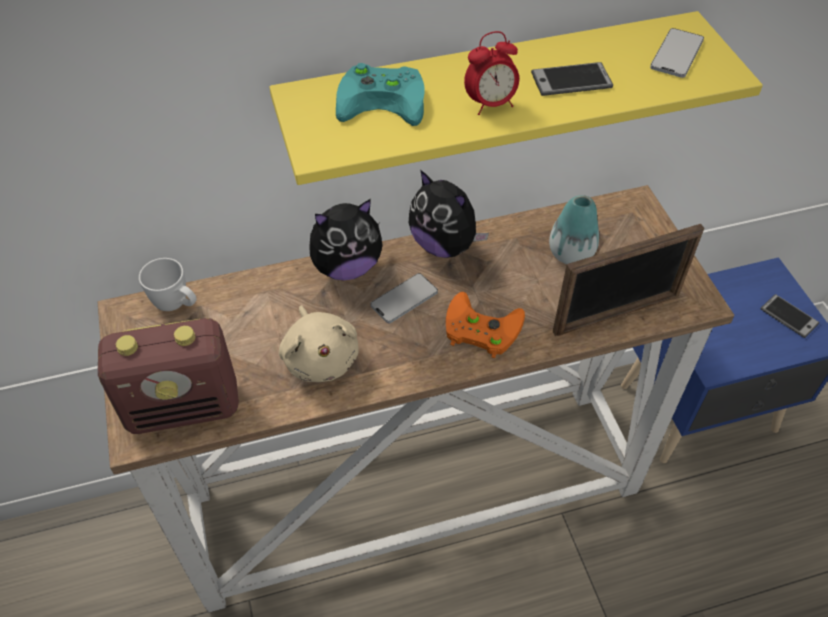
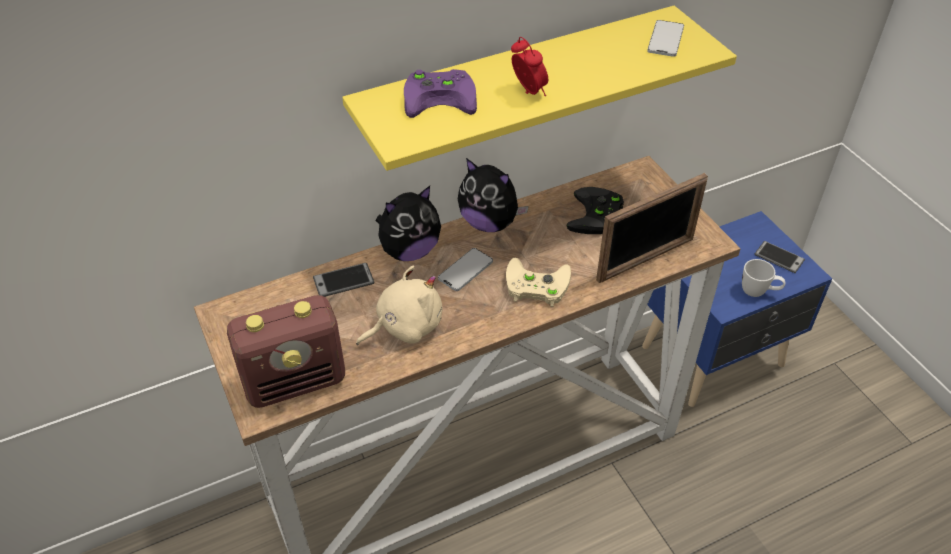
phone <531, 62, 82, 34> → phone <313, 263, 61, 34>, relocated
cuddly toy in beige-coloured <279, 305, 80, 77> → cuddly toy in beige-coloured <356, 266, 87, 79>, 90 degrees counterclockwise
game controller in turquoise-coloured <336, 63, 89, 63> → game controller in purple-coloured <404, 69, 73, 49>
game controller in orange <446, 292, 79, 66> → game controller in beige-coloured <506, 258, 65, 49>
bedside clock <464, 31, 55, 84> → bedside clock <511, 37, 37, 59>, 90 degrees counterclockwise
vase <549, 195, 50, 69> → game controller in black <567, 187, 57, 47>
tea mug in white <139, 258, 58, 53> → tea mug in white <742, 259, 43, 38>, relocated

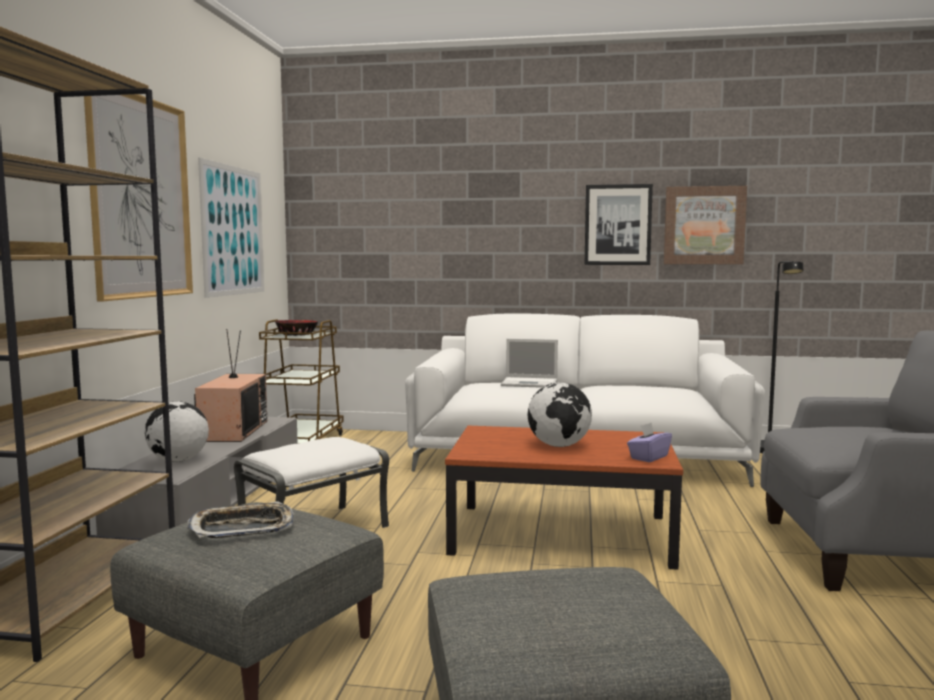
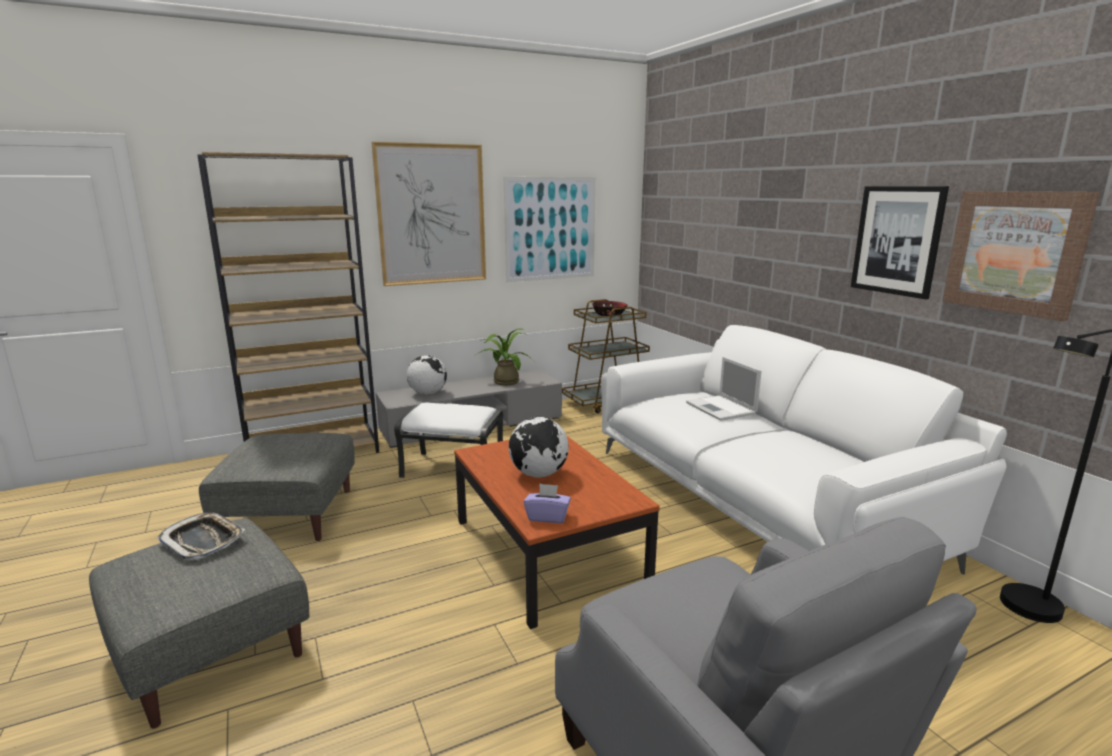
serving tray <186, 501, 108, 37> → serving tray <157, 512, 88, 48>, relocated
television <194, 329, 73, 113> → houseplant <474, 328, 62, 58>

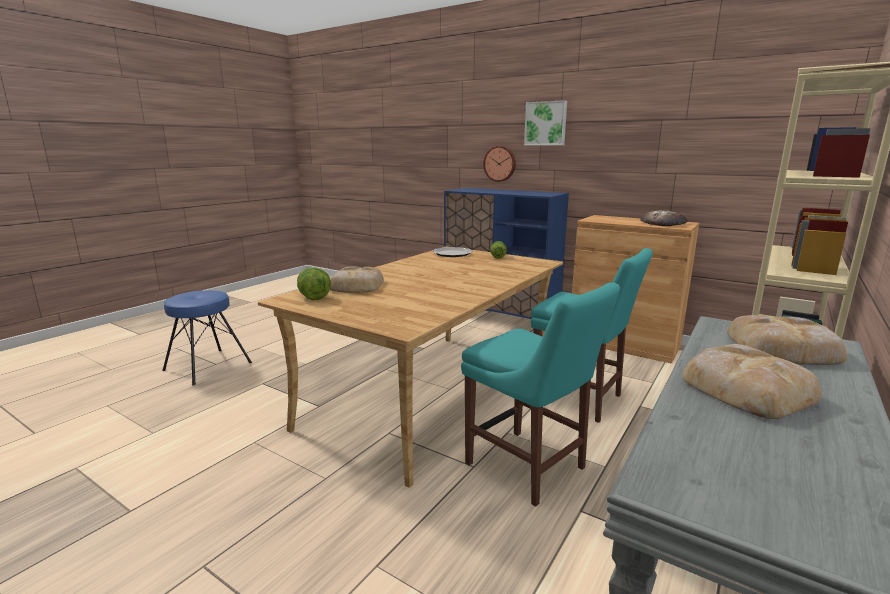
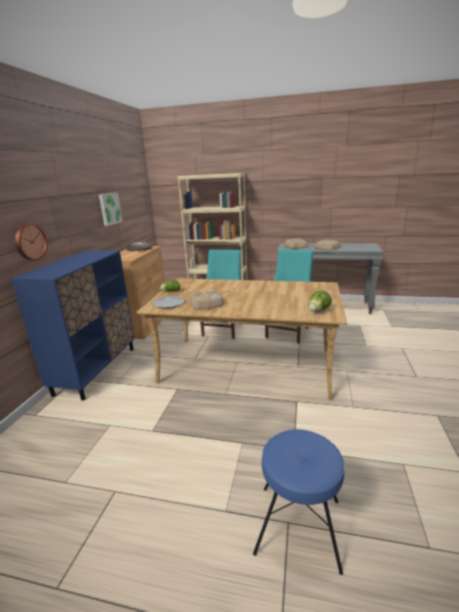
wall picture <524, 100, 43, 45> → wall picture <99, 193, 24, 33>, relocated
baked bread <330, 267, 54, 26> → baked bread <189, 291, 35, 19>, relocated

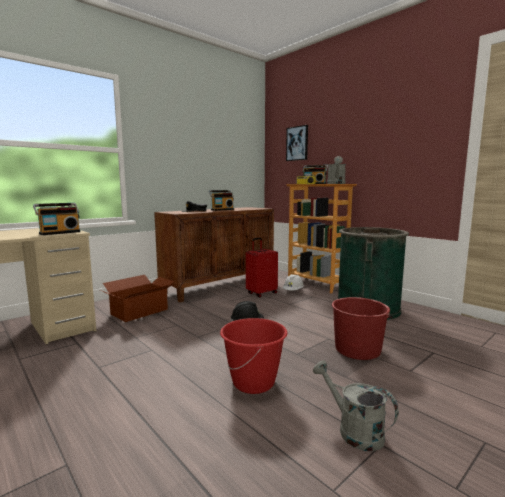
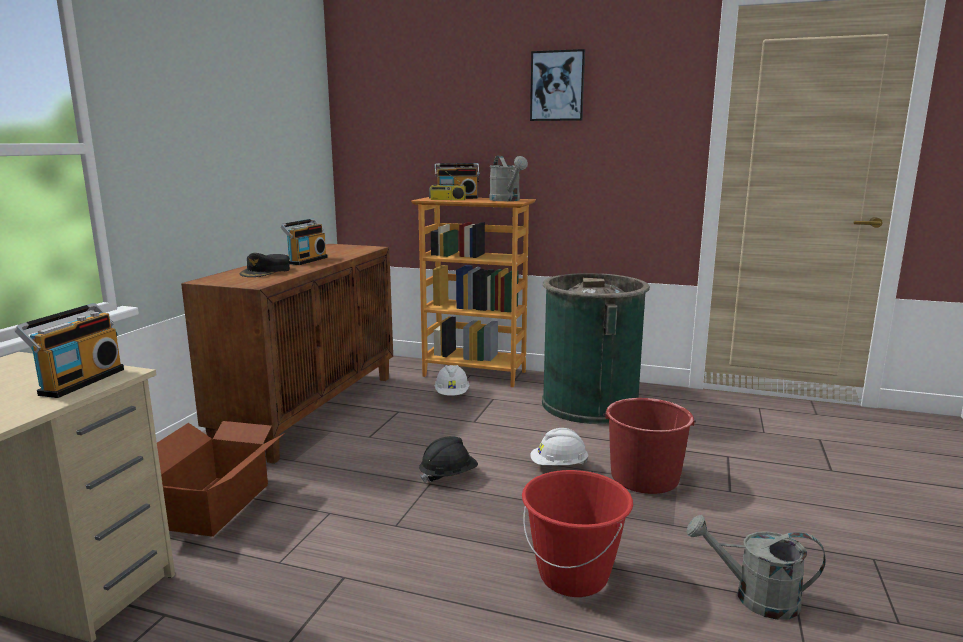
wall picture <286, 125, 22, 36> → wall picture <530, 49, 55, 72>, relocated
- → work helmet in white <530, 428, 58, 37>
piece of luggage in reddish <246, 238, 32, 59> → -

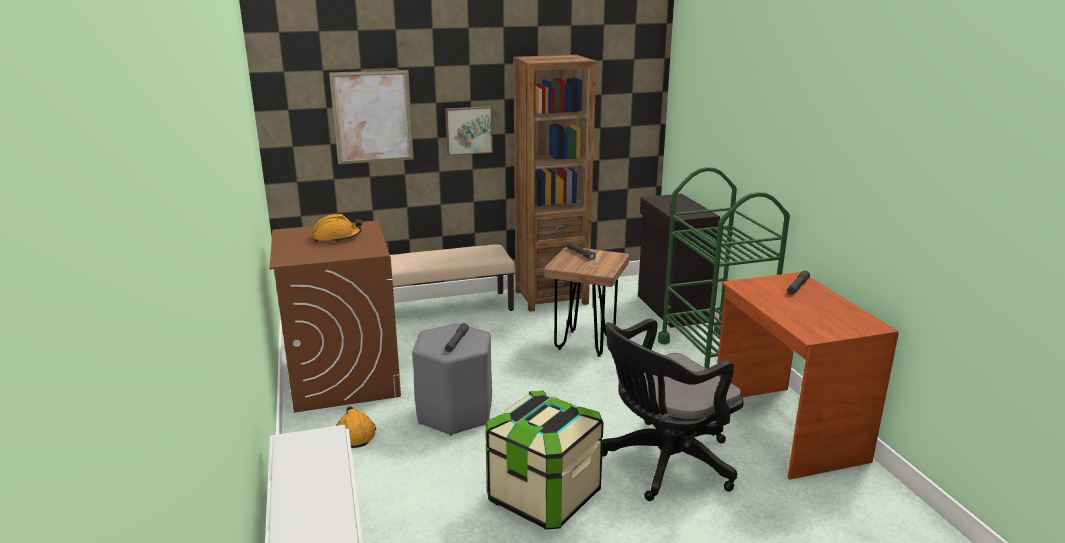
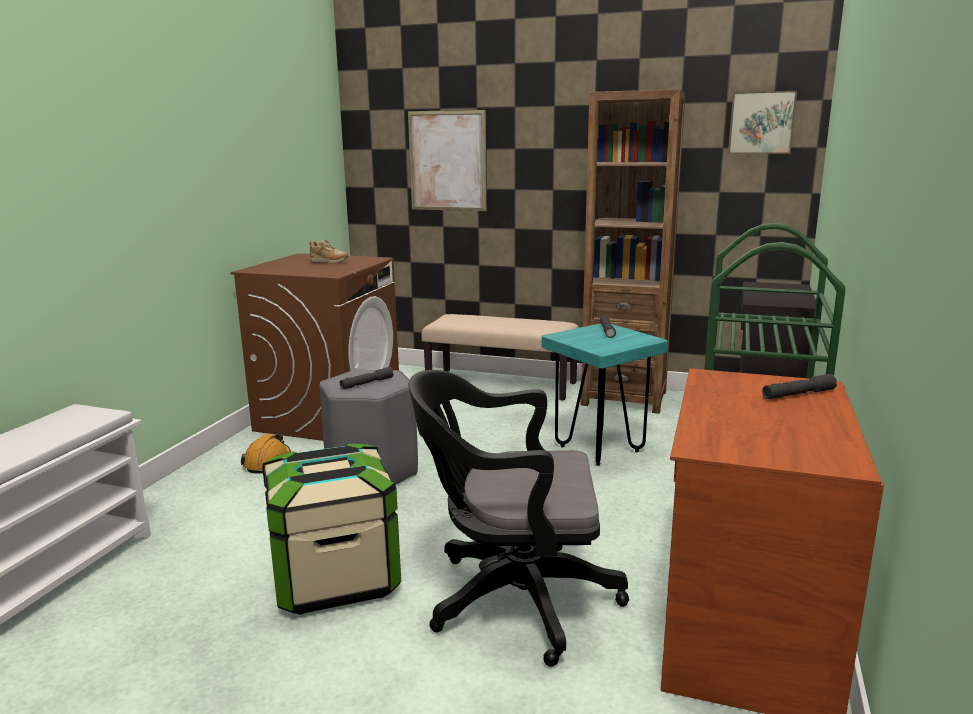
work helmet in orange <312, 214, 50, 29> → low shoe in beige-coloured <309, 240, 39, 23>
stool in brown-coloured <544, 247, 85, 110> → stool in turquoise-coloured <542, 323, 126, 143>
wall picture <445, 106, 48, 50> → wall picture <728, 91, 69, 63>, relocated

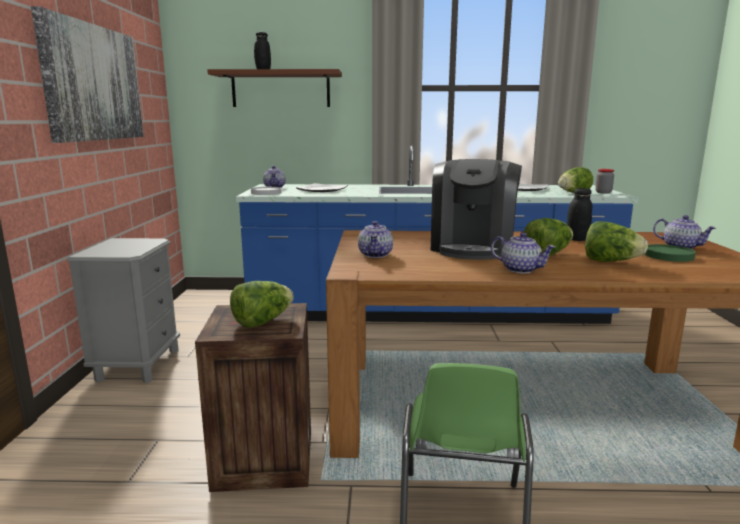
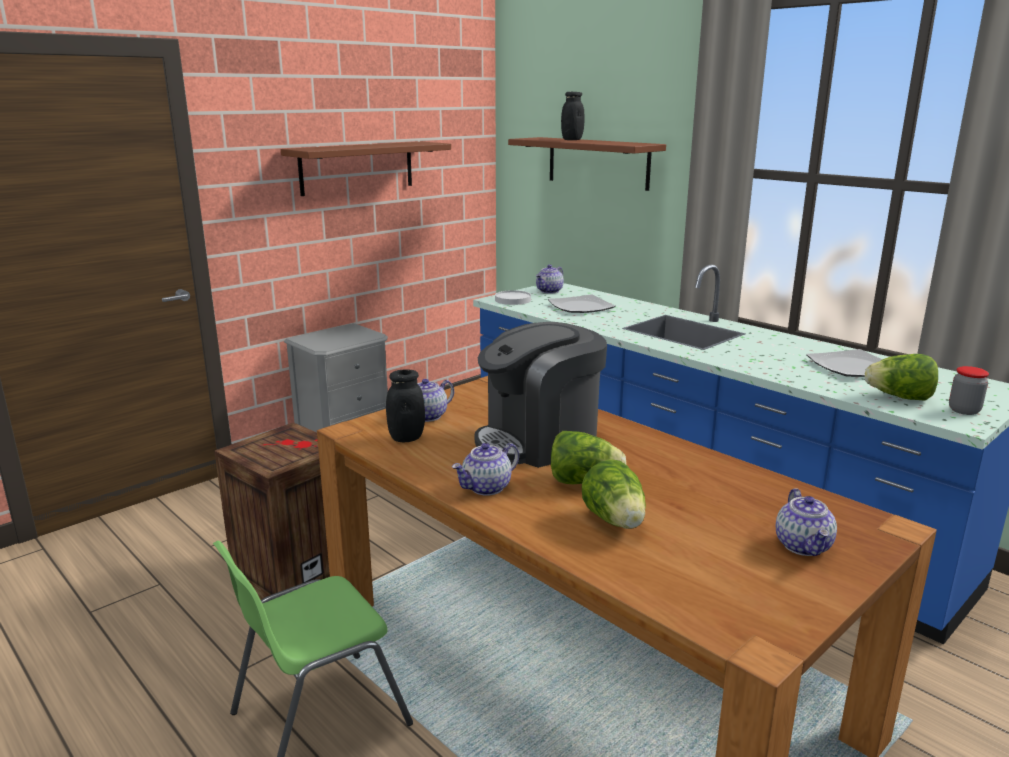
wall picture <31, 6, 113, 137> → shelf in brown-coloured <281, 142, 170, 54>
preserve jar in black <567, 188, 25, 53> → preserve jar in black <386, 369, 39, 73>, relocated
pot for tea <491, 232, 65, 41> → pot for tea <452, 443, 67, 53>, 60 degrees clockwise
lettuce <230, 281, 64, 46> → -
dinner plate in green-coloured <645, 244, 51, 18> → -

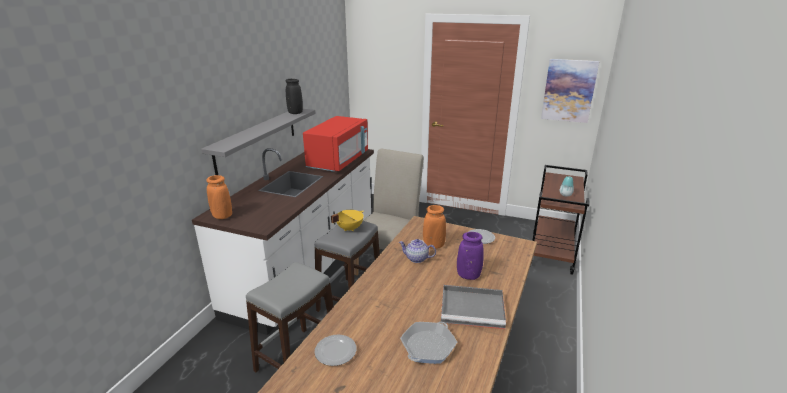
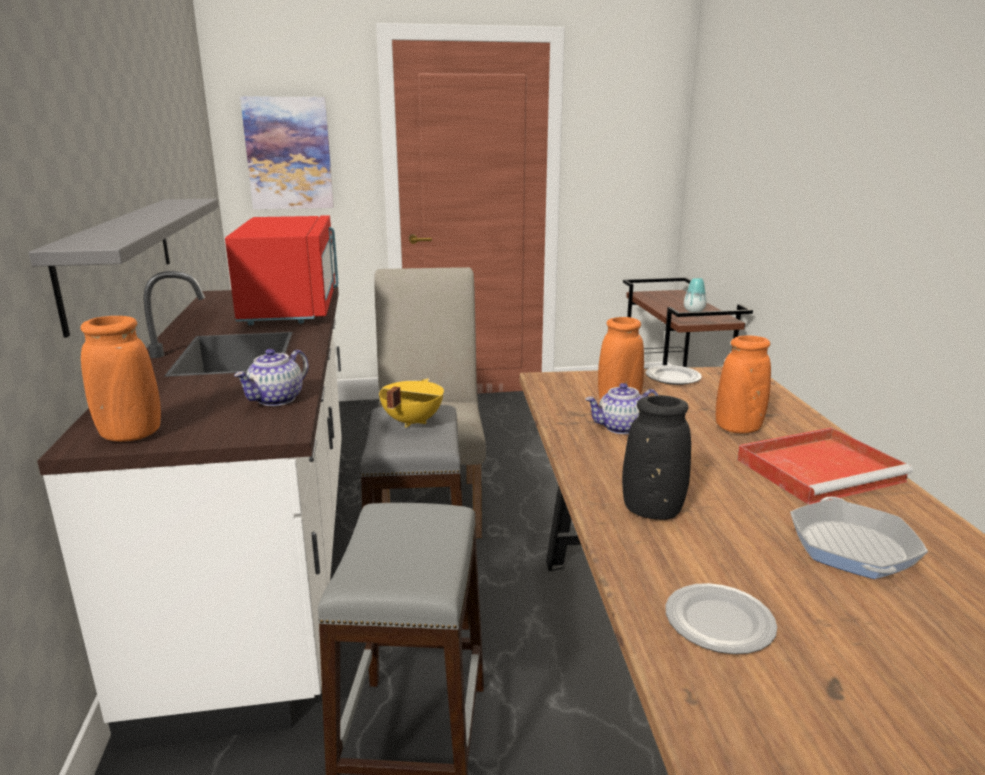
- → pot for tea <234, 349, 75, 57>
wall picture <541, 59, 58, 64> → wall picture <240, 96, 94, 113>, relocated
vase in black <286, 79, 17, 35> → vase in black <622, 395, 69, 125>, relocated
vase in purple-coloured <457, 232, 27, 48> → vase in orange <716, 335, 55, 98>
serving tray in gray <441, 285, 65, 44> → serving tray in reddish <737, 428, 176, 77>

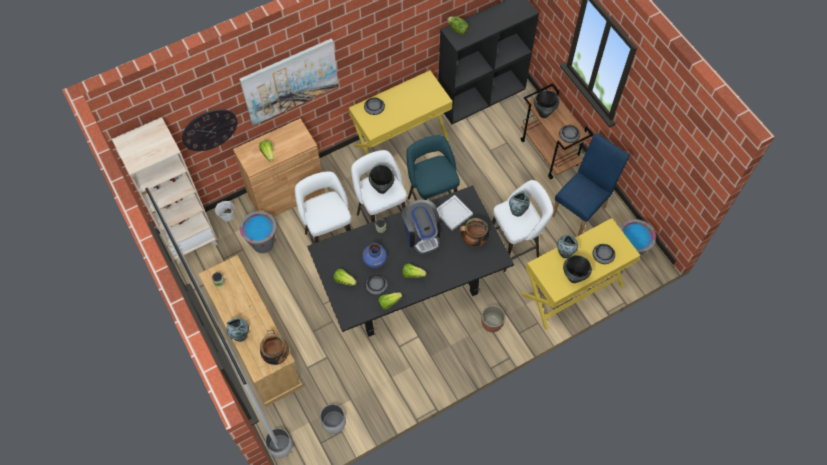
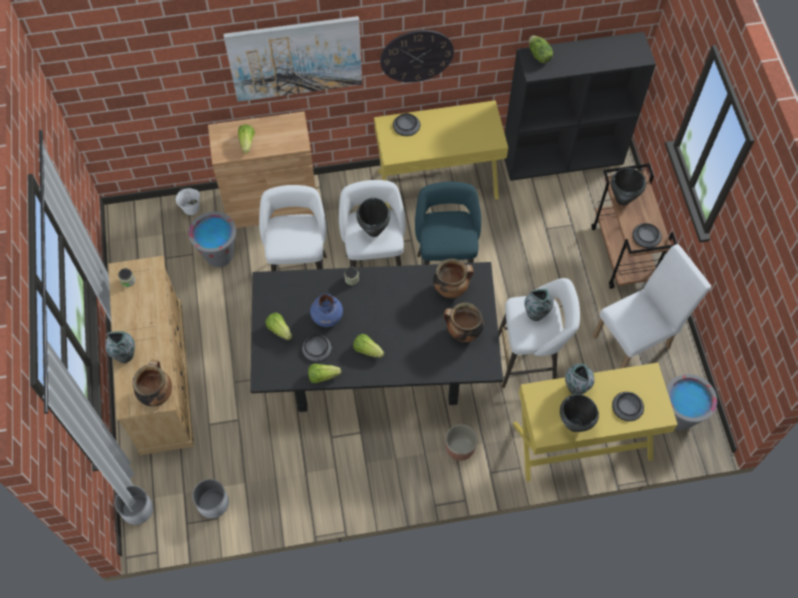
clock on the wall <182, 109, 56, 42> → clock on the wall <380, 30, 74, 52>, relocated
serving tray in white <437, 195, 36, 35> → saucepot <433, 259, 41, 39>
chair in blue-coloured <552, 133, 78, 102> → chair in white <593, 244, 118, 124>
bookshelf in beige-coloured <112, 117, 106, 147> → -
coffee maker <402, 200, 39, 54> → -

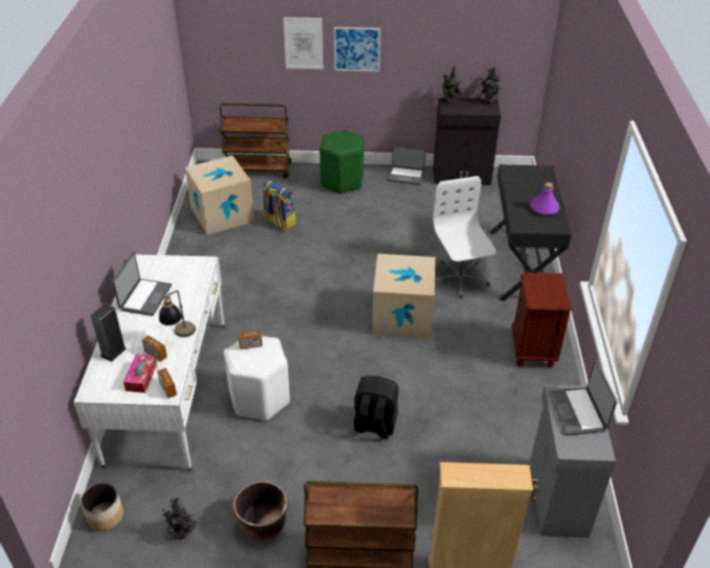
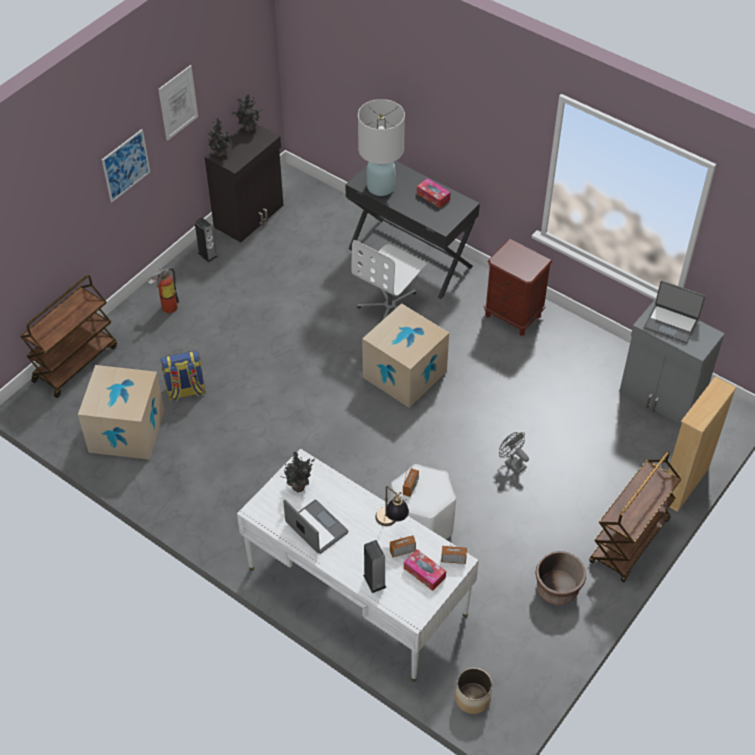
stool in green-coloured <320, 130, 44, 64> → extinguisher <147, 268, 32, 45>
wall picture <283, 17, 40, 52> → wall picture <158, 65, 40, 76>, relocated
portable computer <388, 145, 38, 40> → speaker <195, 217, 23, 46>
houseplant <161, 497, 37, 43> → houseplant <280, 452, 35, 40>, relocated
computer chair in white <433, 176, 63, 122> → computer chair in white <352, 240, 74, 80>, 75 degrees counterclockwise
- → tabletop lamp in white <358, 99, 47, 97>
drink bottle in purple-coloured <530, 182, 30, 33> → box of tissues <417, 178, 34, 30>
knapsack in black <354, 376, 45, 63> → cooling fan in gray <499, 432, 30, 42>

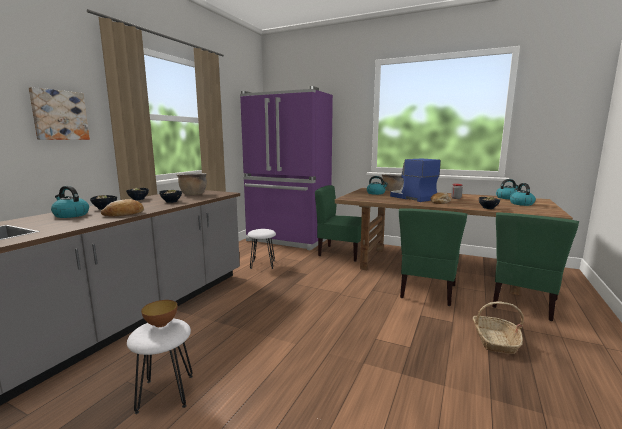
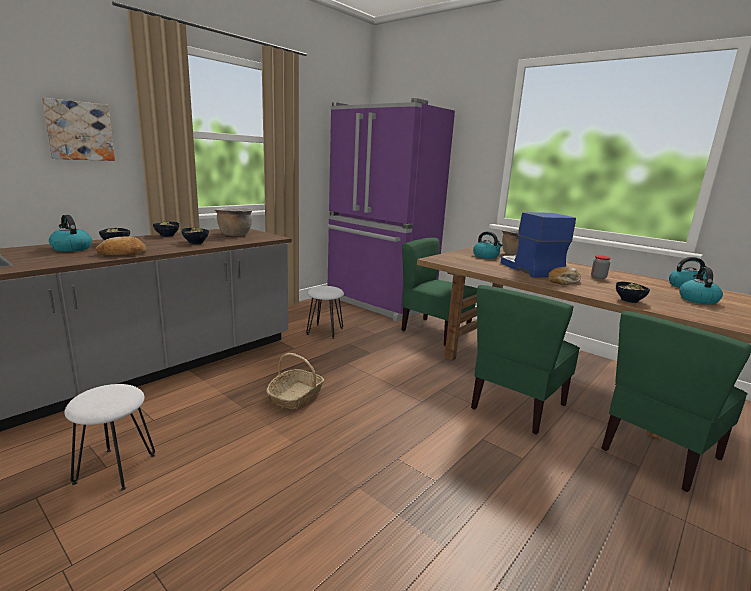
storage basket <473, 301, 51, 53> → storage basket <266, 353, 58, 56>, relocated
deep dish <141, 300, 36, 27> → -

